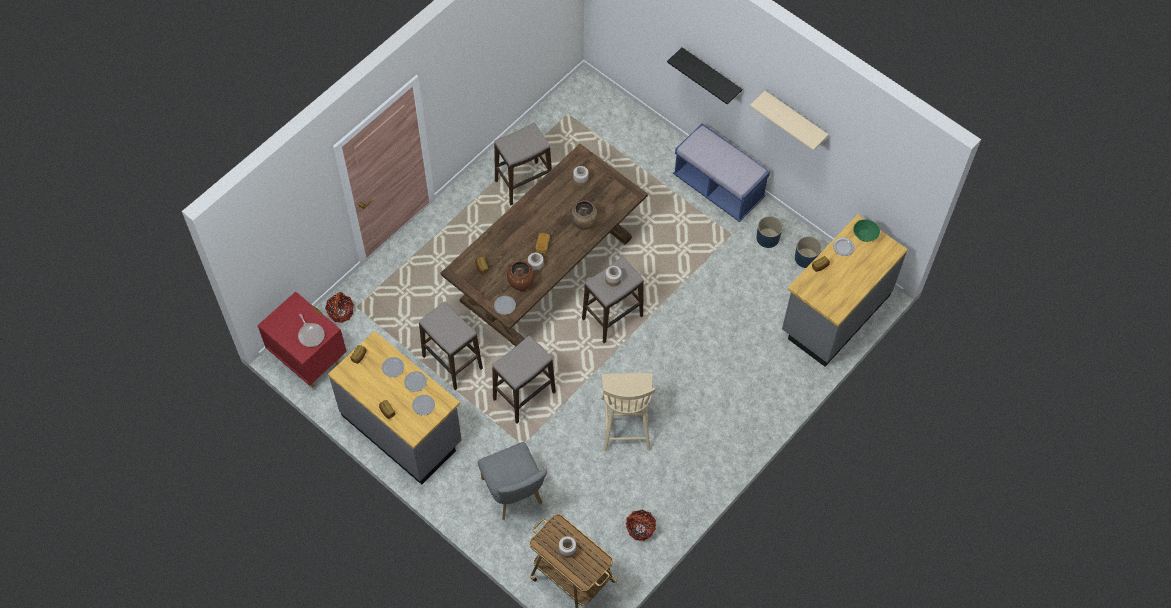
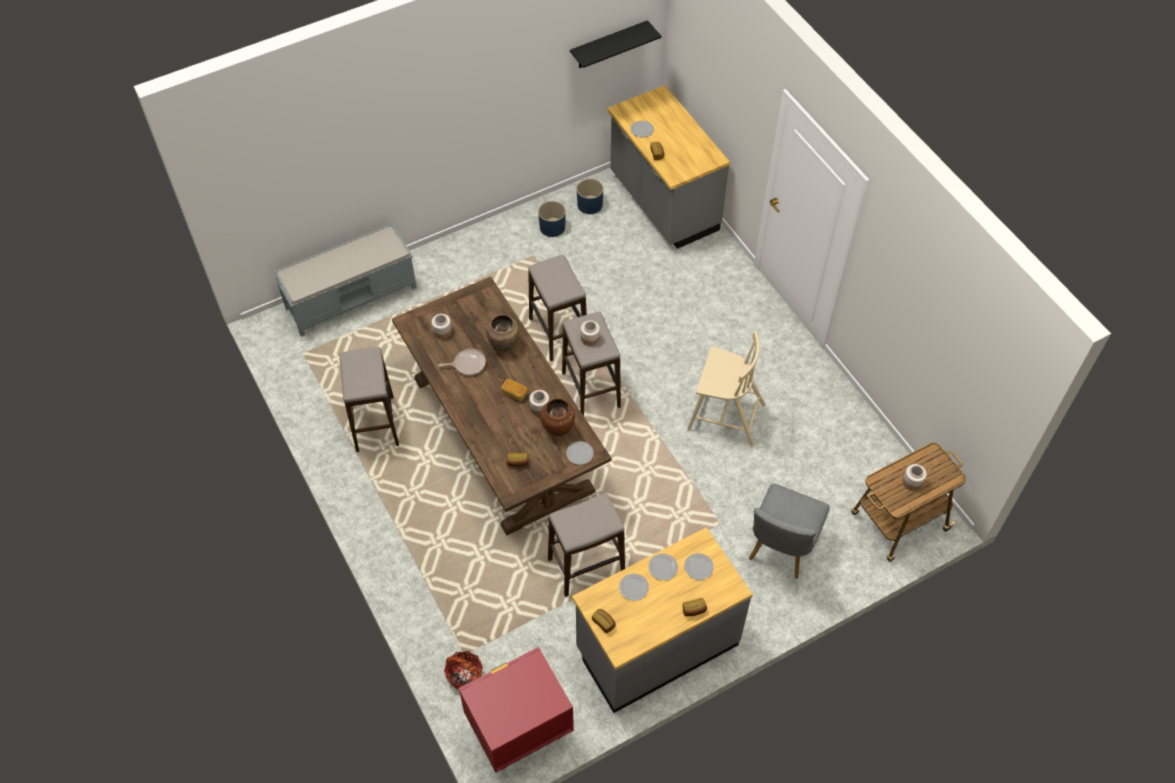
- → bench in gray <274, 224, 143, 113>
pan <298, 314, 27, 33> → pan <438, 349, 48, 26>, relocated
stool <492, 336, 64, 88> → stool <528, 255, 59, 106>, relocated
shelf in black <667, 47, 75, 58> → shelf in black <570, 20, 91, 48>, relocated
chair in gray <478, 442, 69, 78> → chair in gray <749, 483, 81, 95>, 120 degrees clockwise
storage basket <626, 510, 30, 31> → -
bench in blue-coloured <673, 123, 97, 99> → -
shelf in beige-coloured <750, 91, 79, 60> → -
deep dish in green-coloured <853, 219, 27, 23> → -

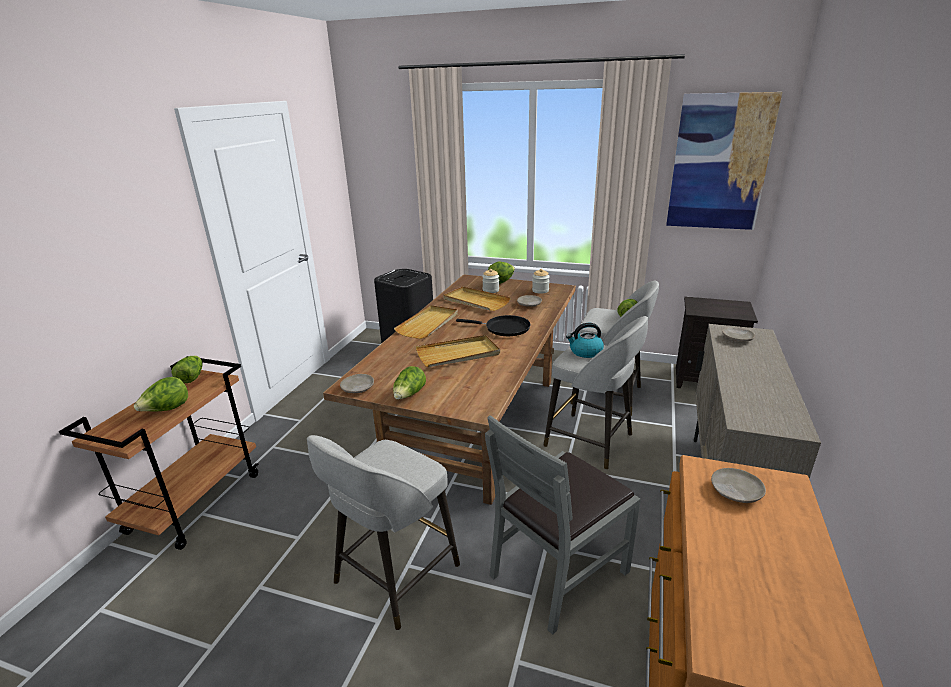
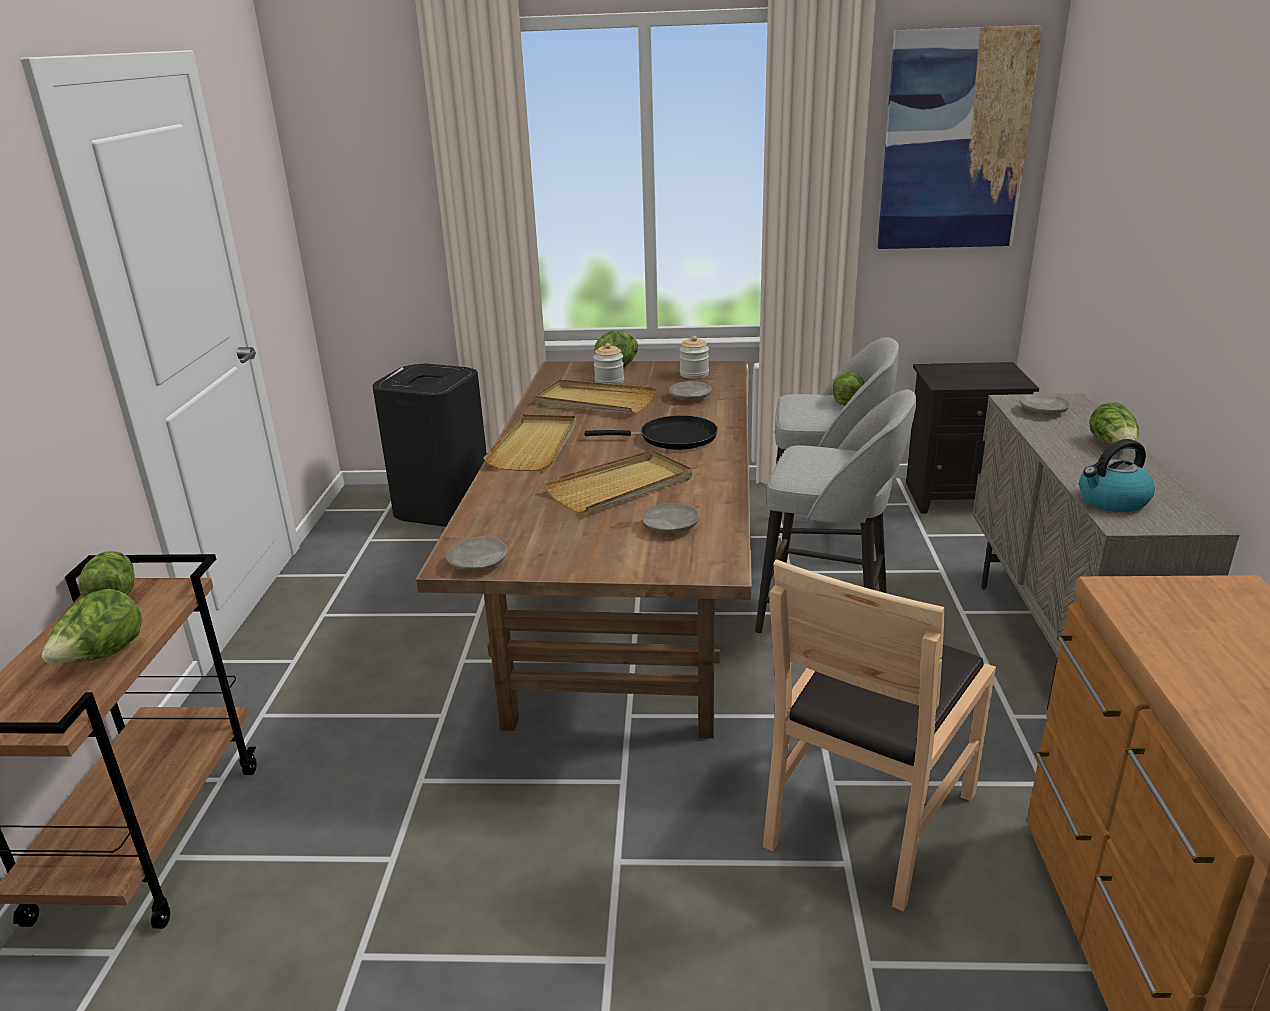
dinner plate in beige-coloured <711, 468, 55, 35> → dinner plate in beige-coloured <642, 503, 58, 30>, relocated
chair in gray <485, 415, 156, 220> → chair in brown-coloured <763, 559, 233, 352>
water kettle <566, 323, 38, 35> → water kettle <1079, 439, 76, 73>, relocated
lettuce <393, 366, 33, 33> → lettuce <1089, 402, 50, 43>, relocated
stool in gray <307, 435, 153, 195> → -

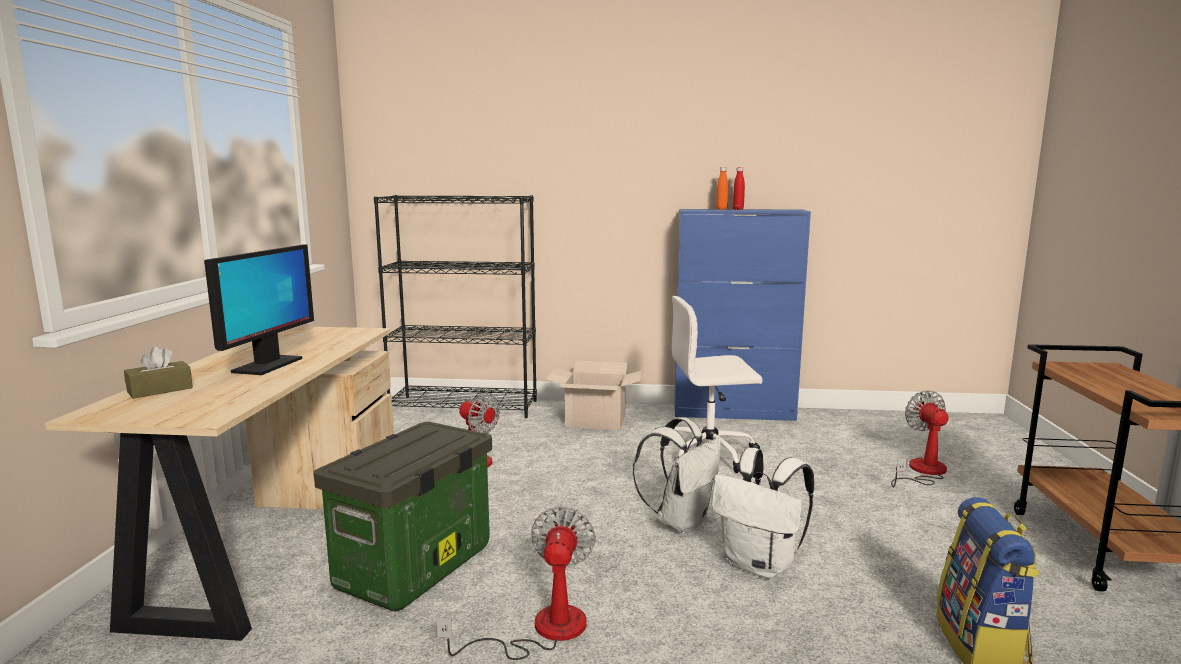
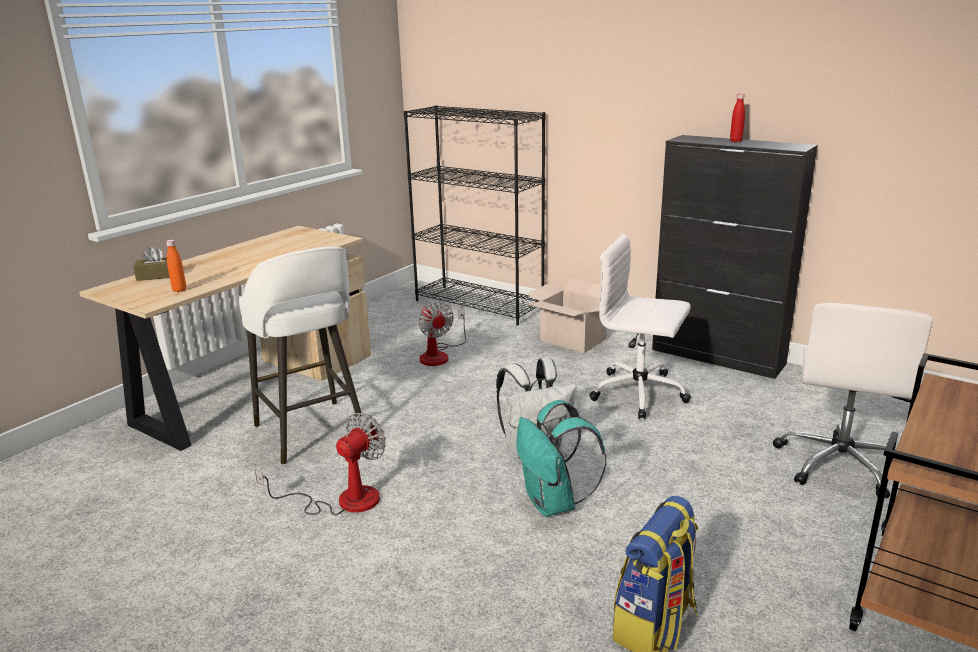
drink bottle in orange <716, 167, 12, 43> → drink bottle in orange <166, 240, 20, 52>, relocated
storage container <314, 422, 178, 189> → stool in white <239, 247, 123, 218>
knapsack in white <712, 448, 102, 131> → knapsack in turquoise-coloured <516, 400, 91, 117>
storage cabinet in blue-coloured <674, 209, 137, 212> → storage cabinet in black <652, 135, 166, 244>
cooling fan <891, 390, 57, 97> → computer chair in white <773, 303, 160, 195>
monitor <204, 244, 110, 131> → -

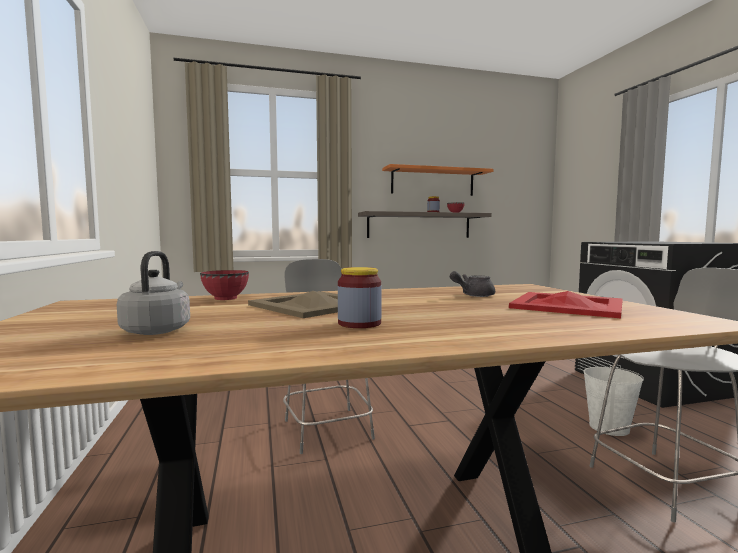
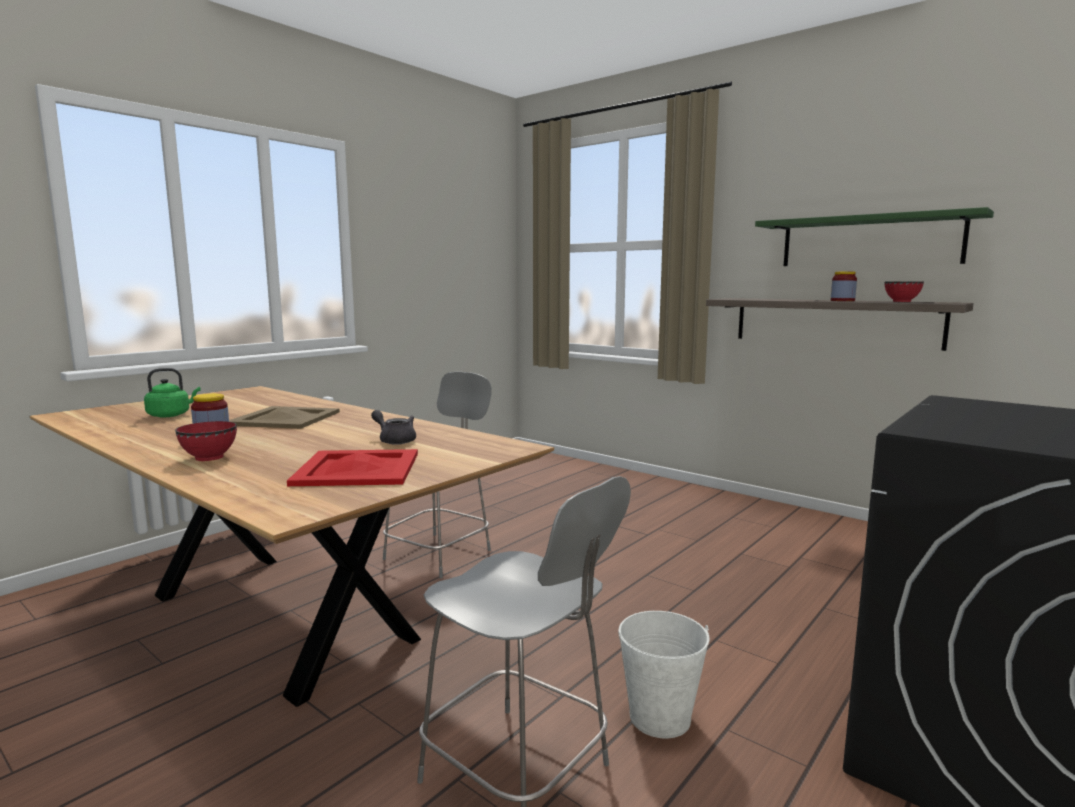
water kettle in gray <117, 251, 73, 84> → water kettle in green-coloured <144, 368, 57, 49>
deep dish in reddish <200, 270, 49, 30> → deep dish in reddish <175, 421, 62, 40>, relocated
shelf in orange <382, 164, 112, 32> → shelf in green-coloured <755, 207, 239, 59>

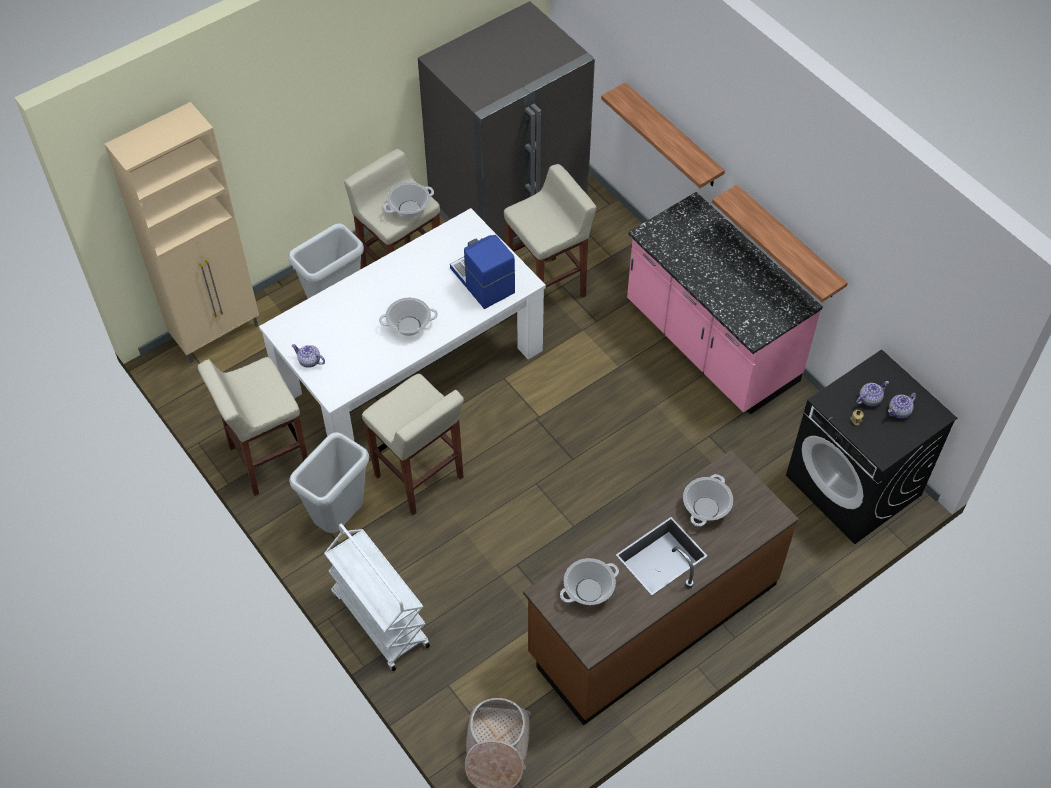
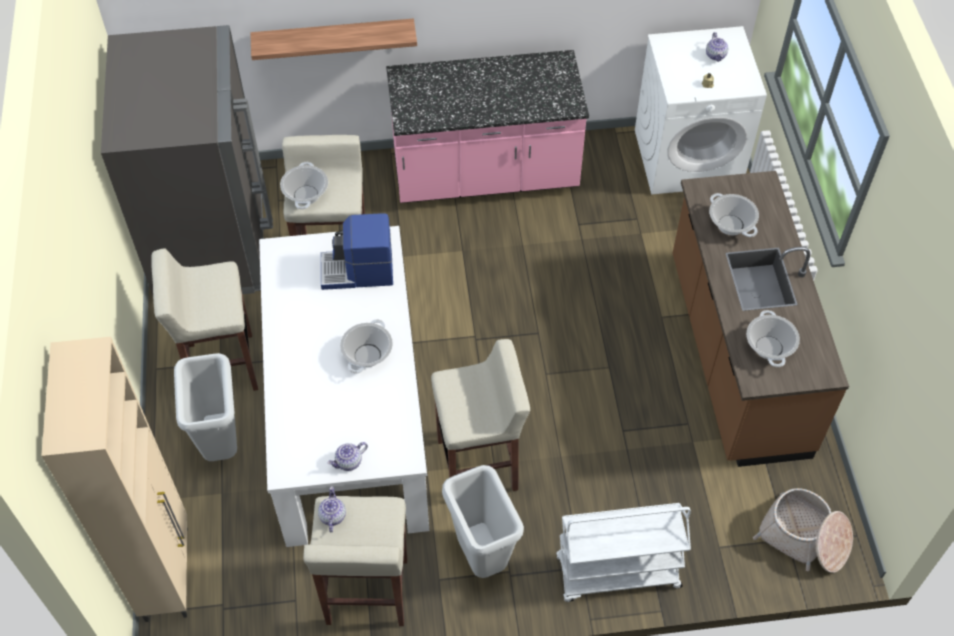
saucepot <383, 182, 51, 36> → saucepot <280, 162, 48, 47>, relocated
pot for tea <856, 381, 33, 25> → pot for tea <318, 486, 28, 46>, relocated
laundry appliance in black <786, 349, 171, 195> → laundry appliance in white <635, 26, 132, 169>
shelf <712, 185, 136, 117> → -

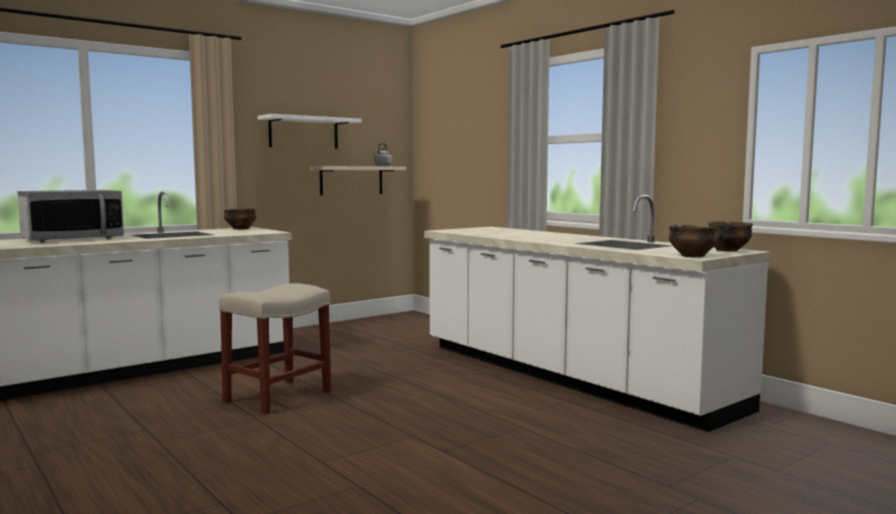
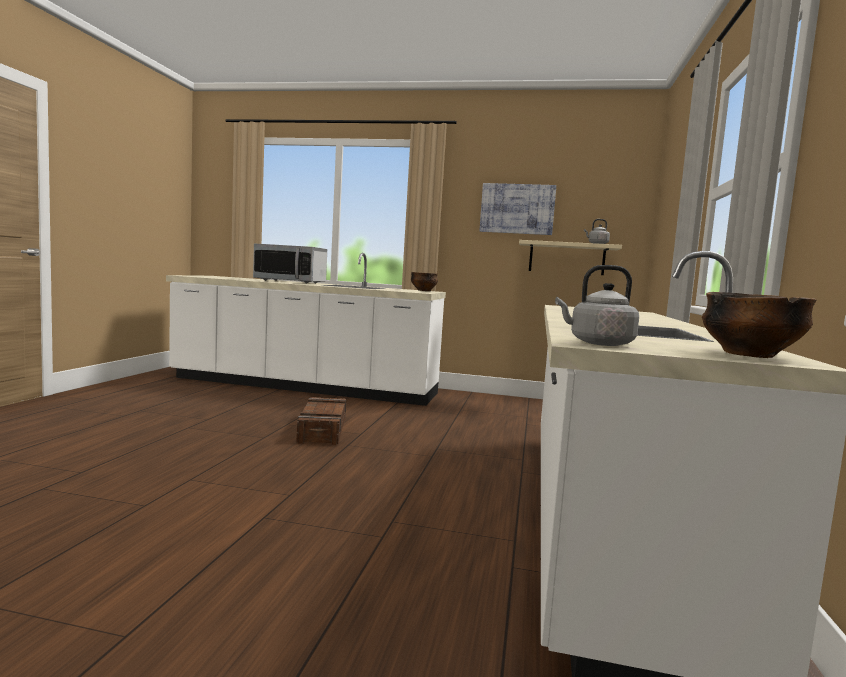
stool in beige-coloured <219, 283, 112, 131> → crate <296, 397, 50, 48>
shelf in white <258, 114, 103, 35> → wall picture <479, 183, 77, 52>
deep dish <669, 225, 49, 32> → water kettle in gray <555, 265, 84, 81>

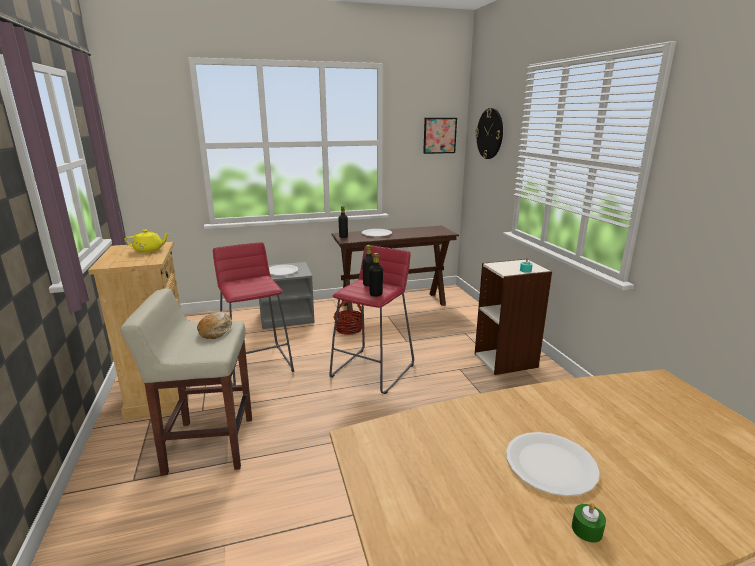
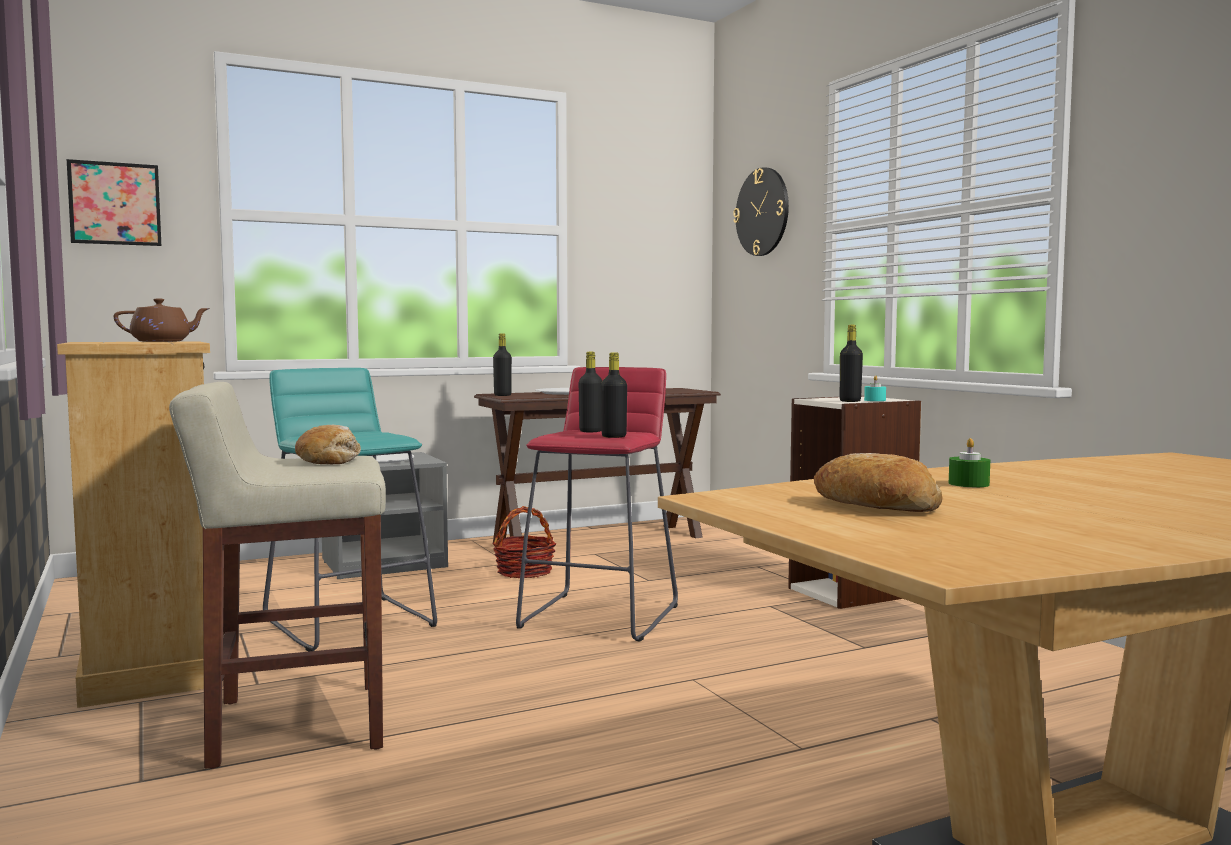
wall picture <423, 118, 34, 36> → wall picture <67, 159, 94, 87>, relocated
pot for tea in yellow-coloured <124, 230, 46, 23> → pot for tea in brown-coloured <114, 298, 96, 44>
stool in reddish <213, 242, 81, 143> → stool in turquoise-coloured <263, 368, 174, 283>
- → baked bread <814, 453, 128, 59>
- → drink bottle in black <840, 325, 23, 77>
wax light in green-coloured <572, 503, 34, 40> → wax light in green-coloured <949, 438, 41, 49>, relocated
dinner plate in white <506, 432, 94, 64> → -

